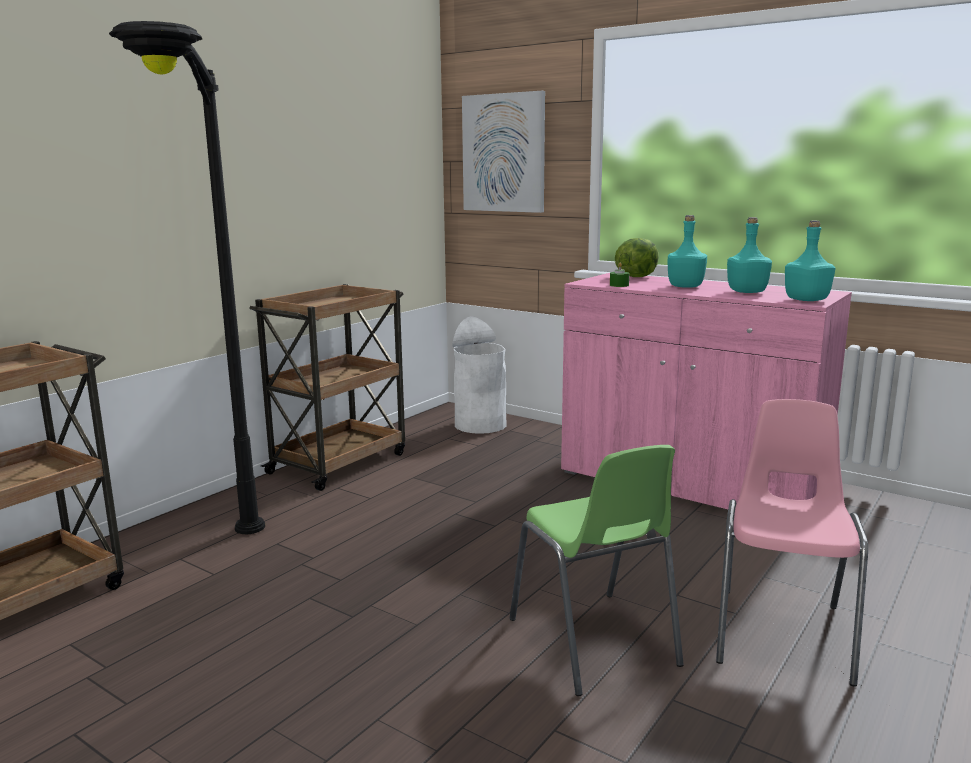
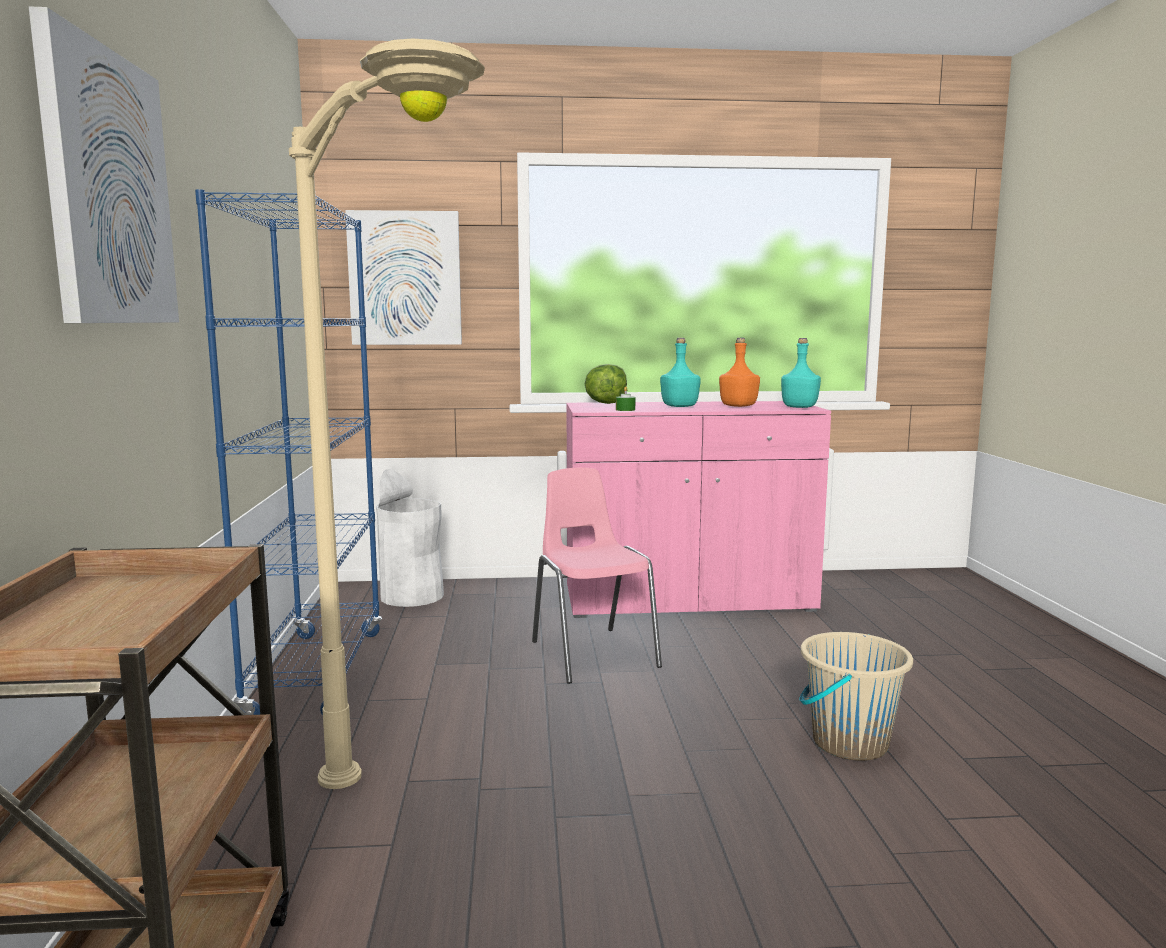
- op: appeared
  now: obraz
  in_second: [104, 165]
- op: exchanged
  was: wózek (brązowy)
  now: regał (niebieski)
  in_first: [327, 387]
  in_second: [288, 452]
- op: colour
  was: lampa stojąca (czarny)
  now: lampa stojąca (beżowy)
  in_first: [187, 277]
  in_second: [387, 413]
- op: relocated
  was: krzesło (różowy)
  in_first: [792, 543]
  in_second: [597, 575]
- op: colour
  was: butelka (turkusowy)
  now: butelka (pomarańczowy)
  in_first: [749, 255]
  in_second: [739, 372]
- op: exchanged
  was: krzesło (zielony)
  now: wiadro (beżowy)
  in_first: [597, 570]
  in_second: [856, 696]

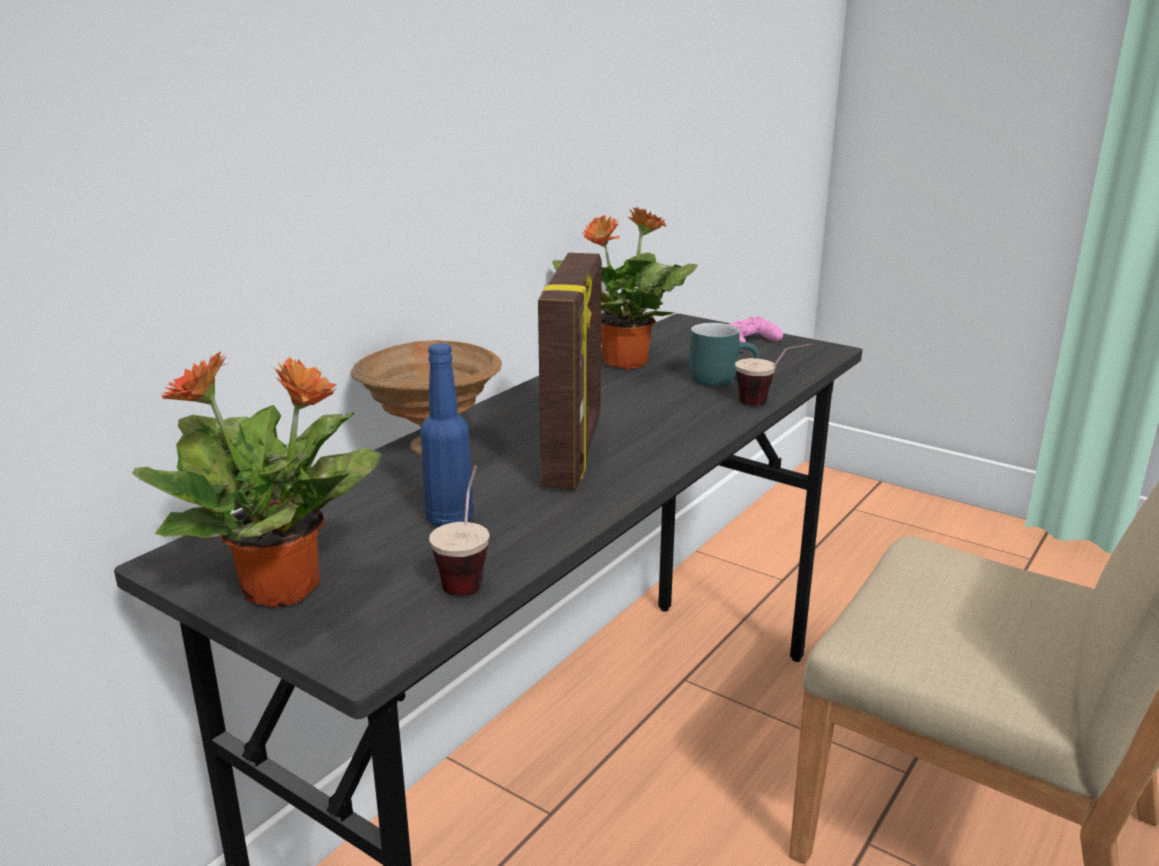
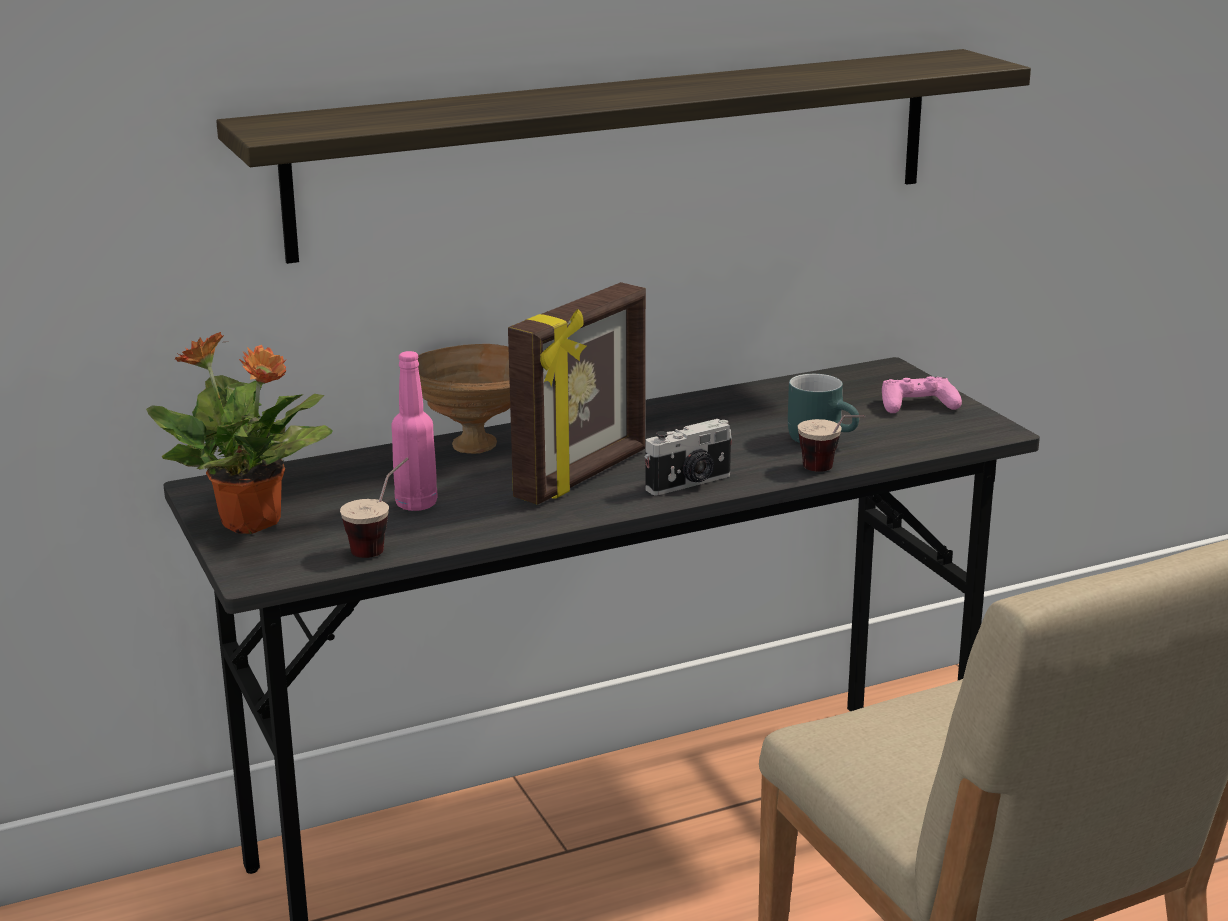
- op: appeared
  now: półka
  in_second: [623, 156]
- op: colour
  was: butelka (niebieski)
  now: butelka (różowy)
  in_first: [447, 435]
  in_second: [414, 431]
- op: appeared
  now: aparat fotograficzny
  in_second: [688, 457]
- op: missing
  was: roślina doniczkowa
  in_first: [625, 287]

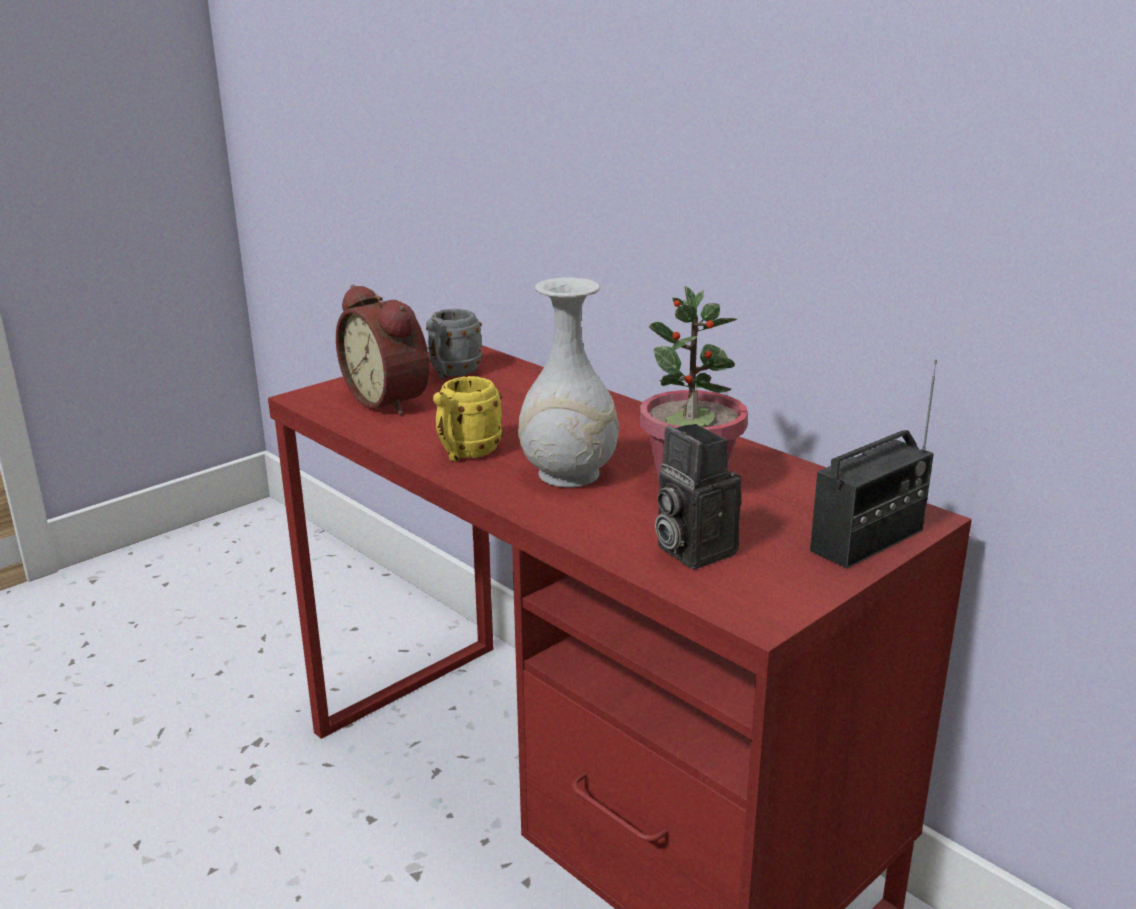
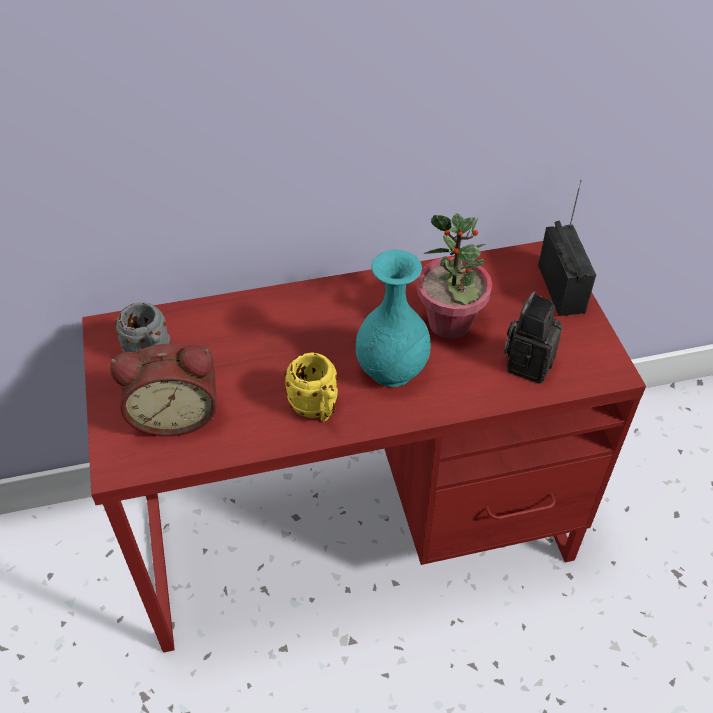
- op: colour
  was: wazon (biały)
  now: wazon (turkusowy)
  in_first: [568, 382]
  in_second: [393, 318]
- op: spun
  was: aparat fotograficzny
  in_first: [698, 496]
  in_second: [533, 337]
  clockwise: 120

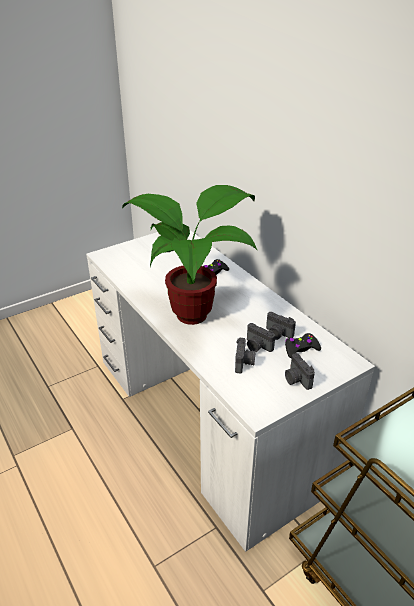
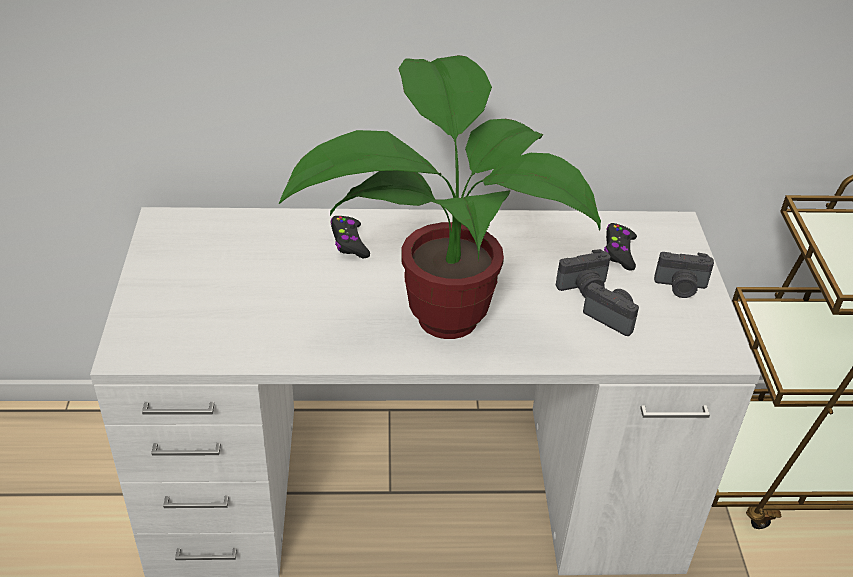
- op: missing
  was: aparat fotograficzny
  in_first: [281, 326]

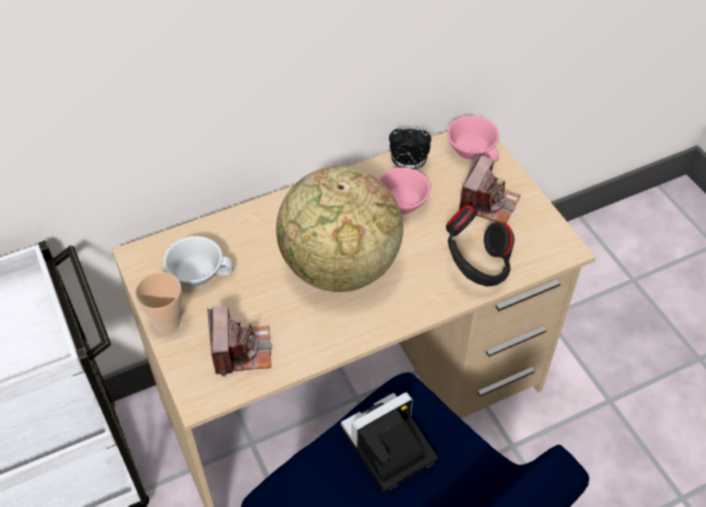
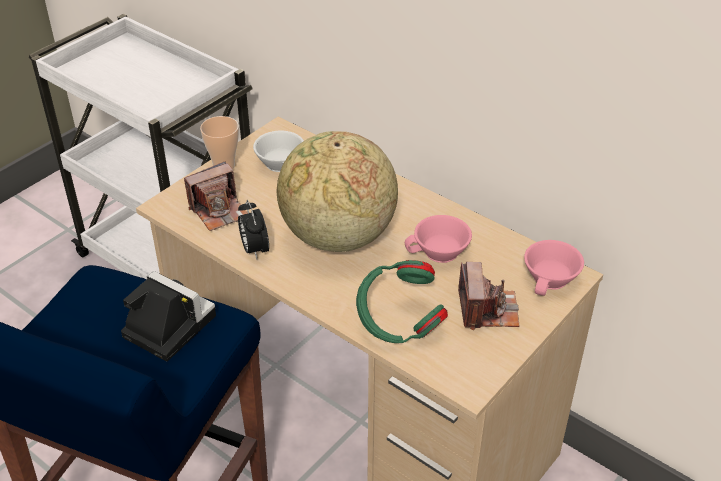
- op: relocated
  was: budzik
  in_first: [410, 147]
  in_second: [253, 229]
- op: colour
  was: słuchawki (czarny)
  now: słuchawki (zielony)
  in_first: [480, 245]
  in_second: [402, 301]
- op: spun
  was: aparat fotograficzny
  in_first: [490, 189]
  in_second: [489, 296]
  clockwise: -90

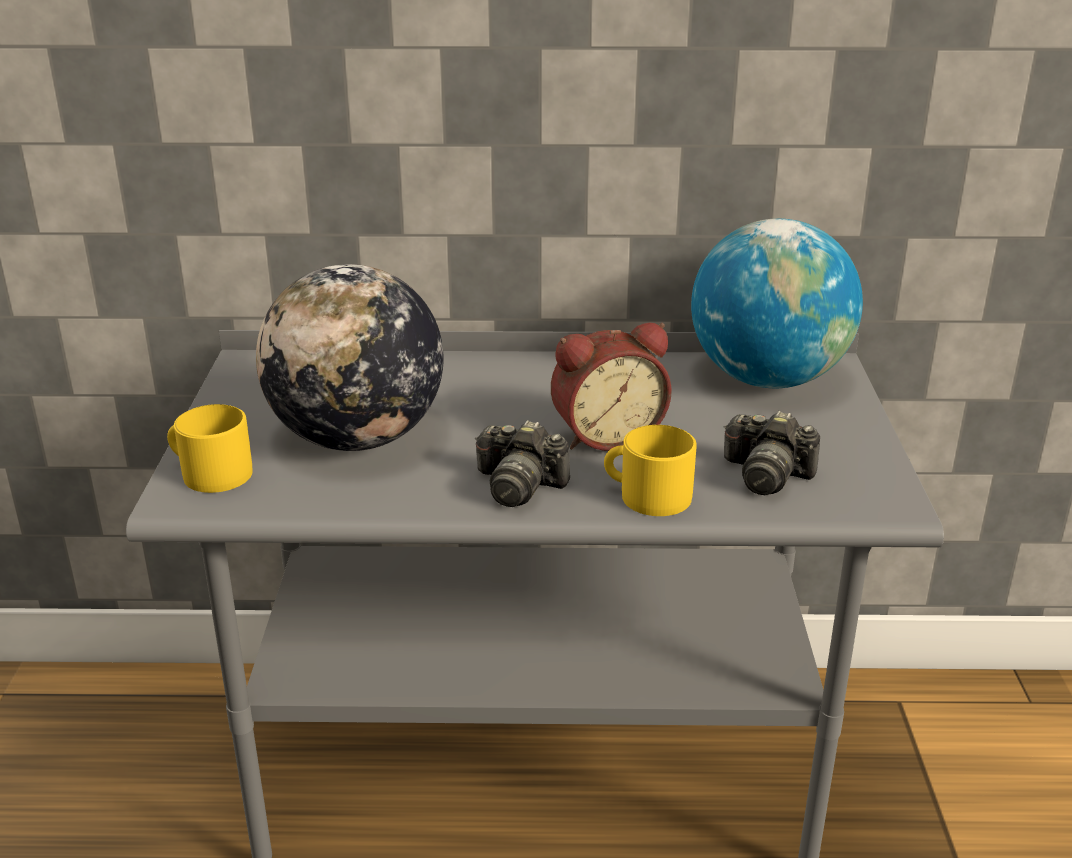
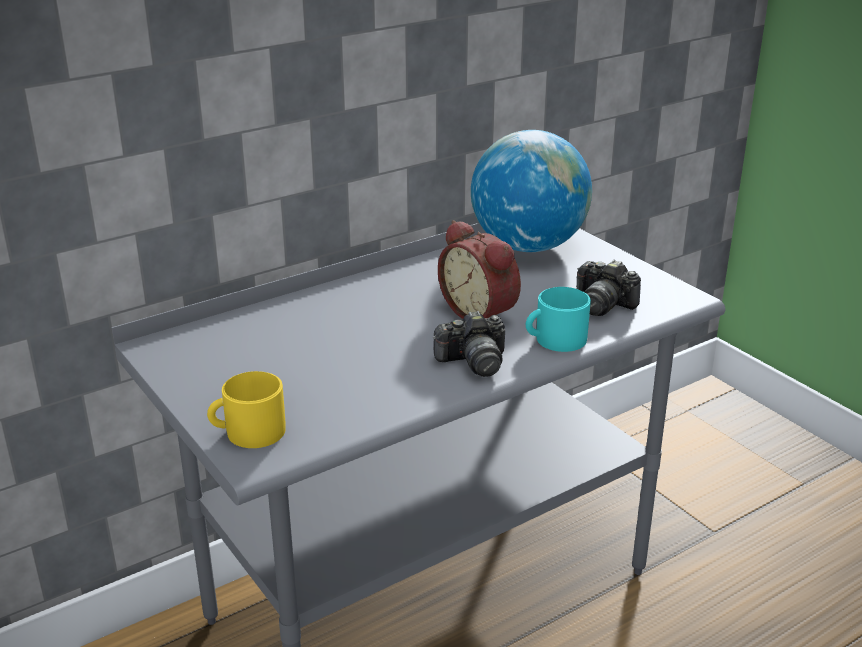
- op: spun
  was: budzik
  in_first: [611, 387]
  in_second: [479, 269]
  clockwise: 105
- op: colour
  was: kubek (żółty)
  now: kubek (turkusowy)
  in_first: [650, 470]
  in_second: [558, 319]
- op: spun
  was: aparat fotograficzny
  in_first: [771, 453]
  in_second: [609, 288]
  clockwise: 45
- op: missing
  was: globus
  in_first: [350, 357]

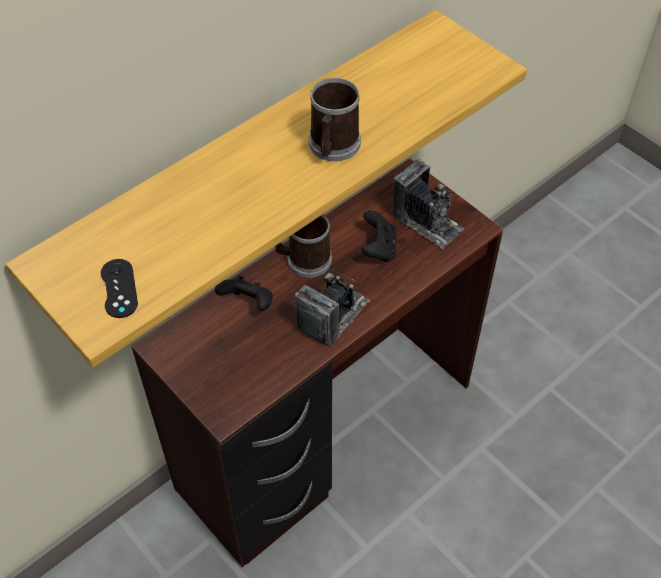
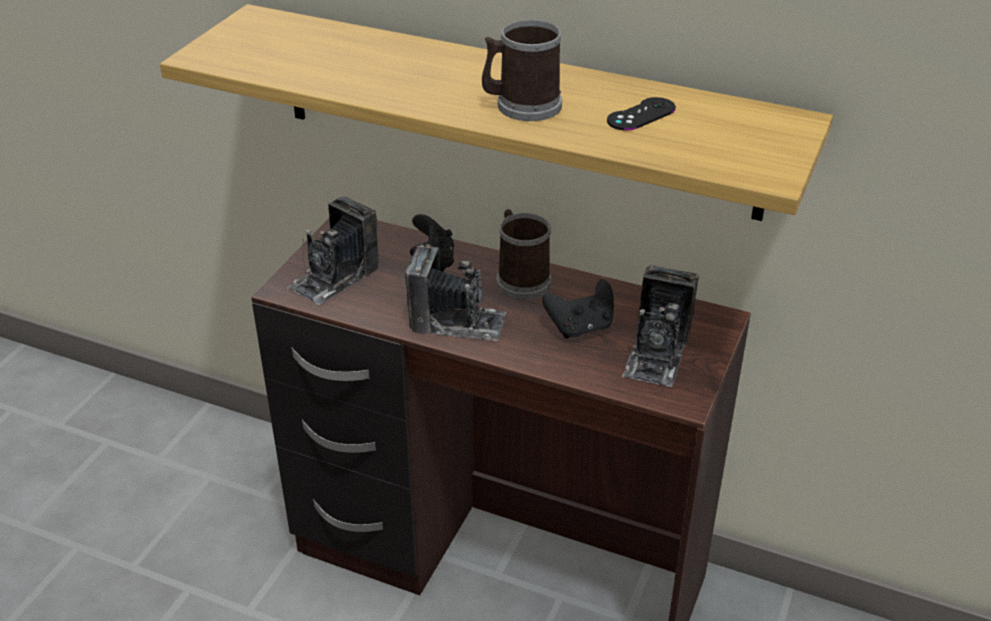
- op: appeared
  now: aparat fotograficzny
  in_second: [332, 250]
- op: relocated
  was: pad do gier (czarny)
  in_first: [119, 288]
  in_second: [641, 114]

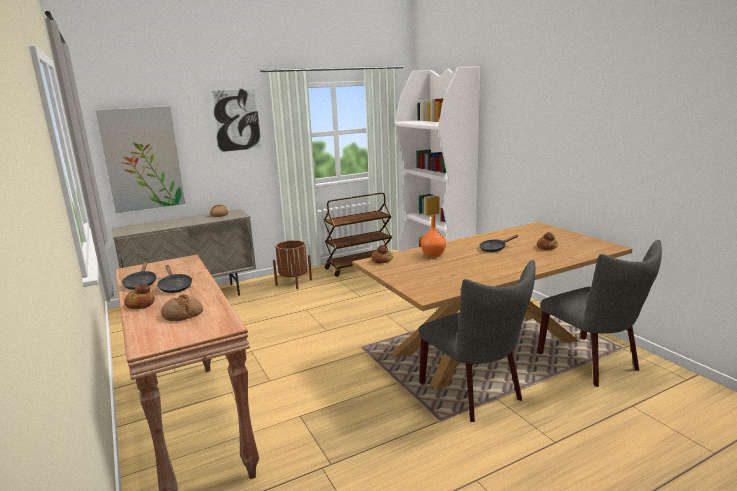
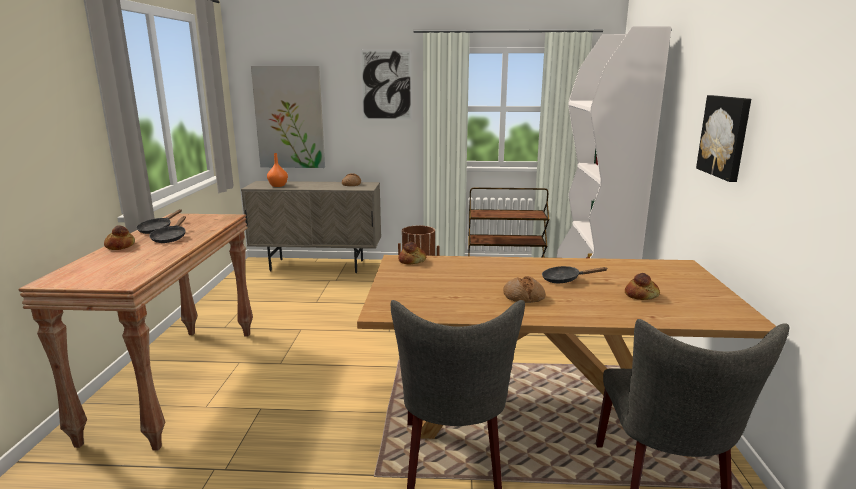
- op: relocated
  was: wazon (pomarańczowy)
  in_first: [433, 236]
  in_second: [277, 170]
- op: relocated
  was: chleb
  in_first: [182, 307]
  in_second: [524, 289]
- op: appeared
  now: obraz
  in_second: [723, 138]

